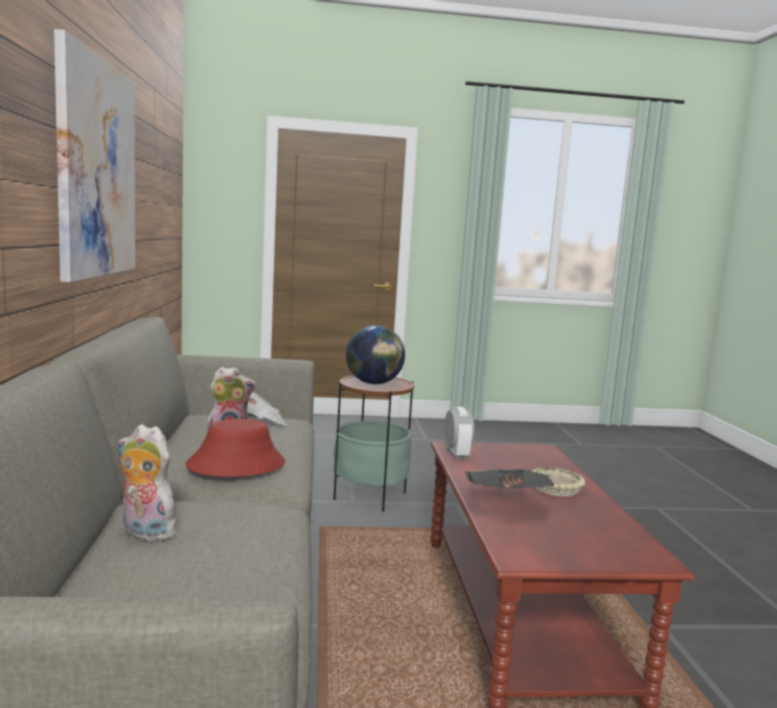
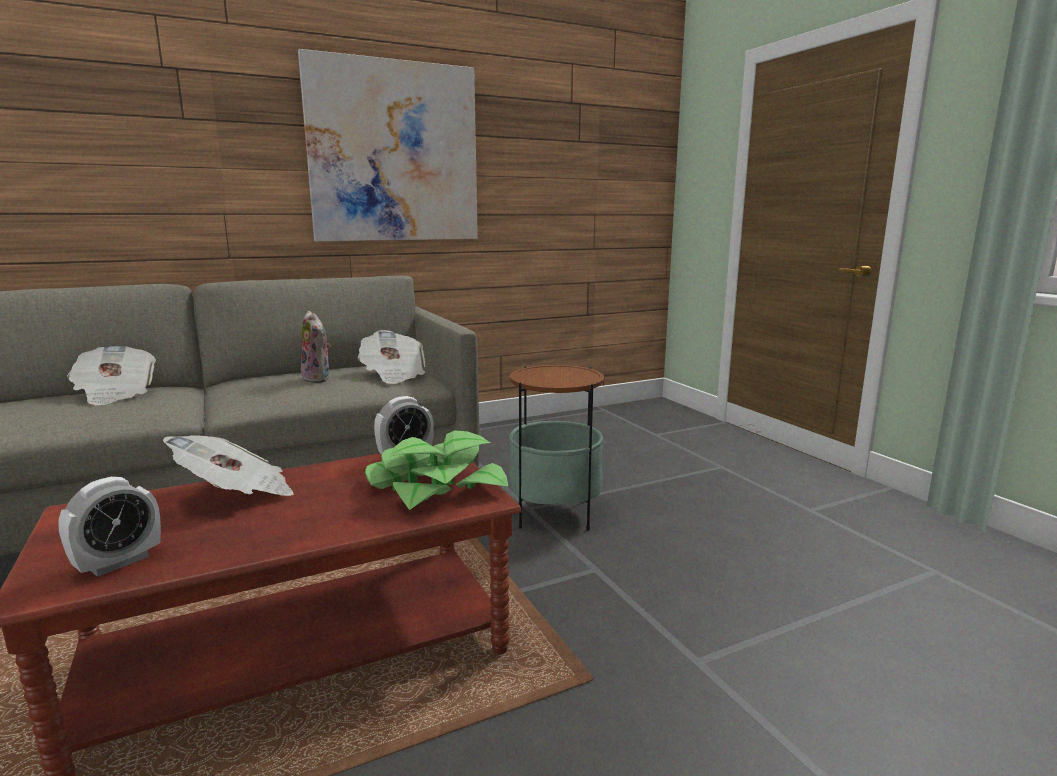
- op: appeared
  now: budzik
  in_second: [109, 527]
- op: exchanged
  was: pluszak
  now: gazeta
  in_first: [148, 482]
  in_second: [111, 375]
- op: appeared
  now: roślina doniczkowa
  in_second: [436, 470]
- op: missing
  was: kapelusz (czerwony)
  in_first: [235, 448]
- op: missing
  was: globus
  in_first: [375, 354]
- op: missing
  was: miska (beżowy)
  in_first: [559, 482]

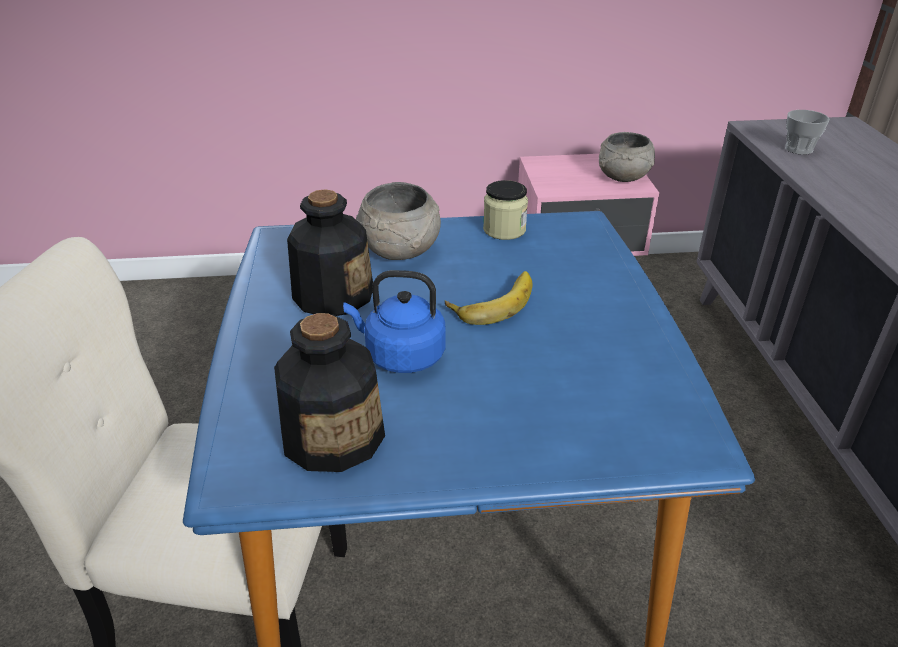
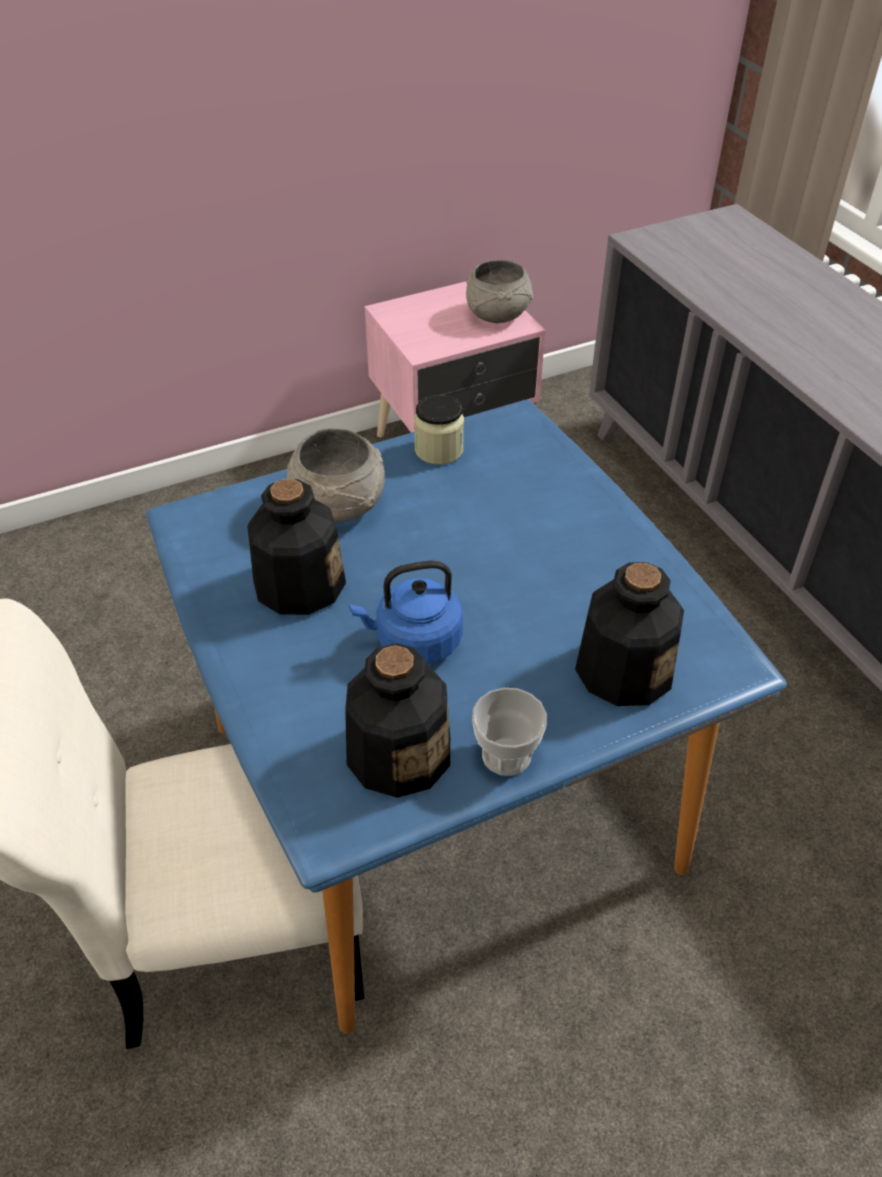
- op: relocated
  was: filiżanka
  in_first: [807, 132]
  in_second: [509, 732]
- op: appeared
  now: butelka
  in_second: [629, 634]
- op: missing
  was: banan
  in_first: [488, 298]

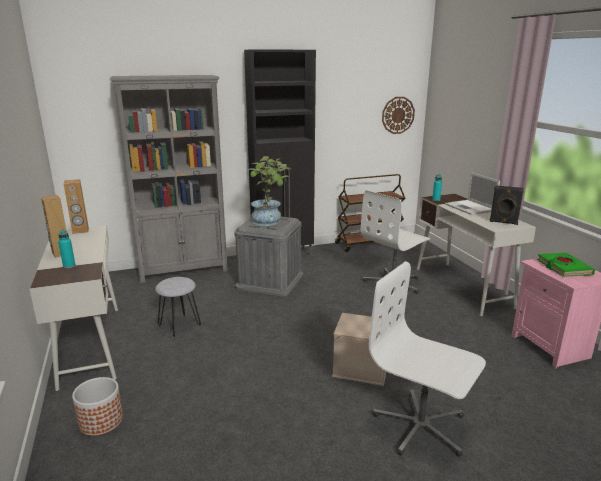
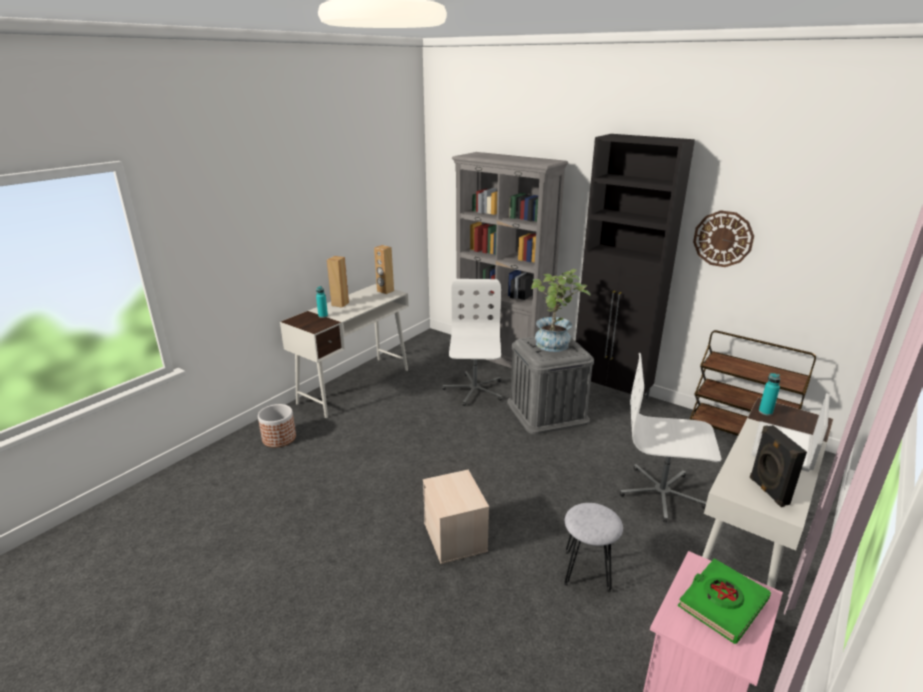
- op: relocated
  was: krzesło biurowe (biały)
  in_first: [427, 359]
  in_second: [472, 342]
- op: relocated
  was: stołek (szary)
  in_first: [178, 307]
  in_second: [593, 547]
- op: relocated
  was: zegar ścienny
  in_first: [398, 115]
  in_second: [723, 238]

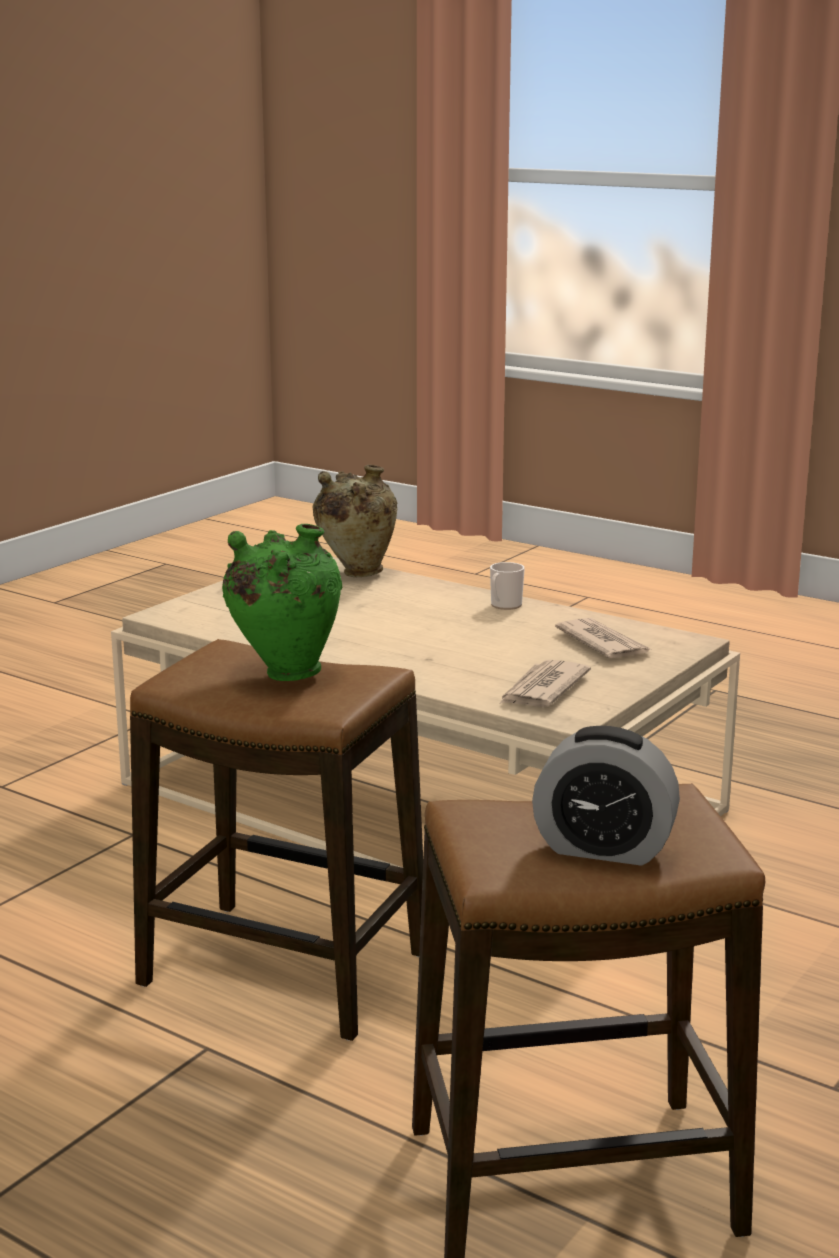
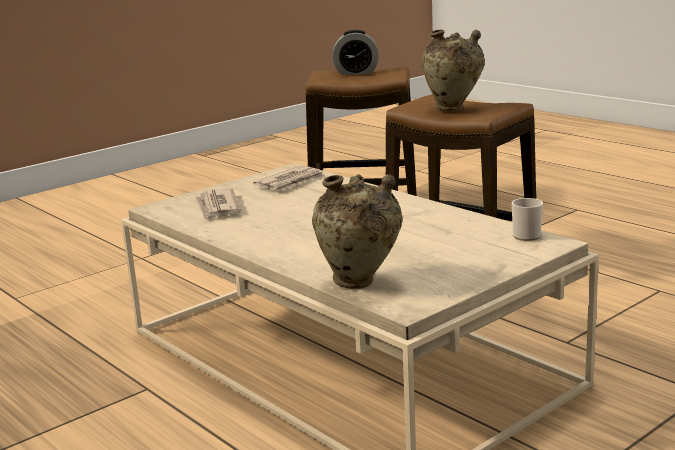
- op: spun
  was: budzik
  in_first: [606, 796]
  in_second: [356, 52]
  clockwise: 150
- op: colour
  was: wazon (zielony)
  now: wazon (beżowy)
  in_first: [282, 602]
  in_second: [453, 70]
- op: relocated
  was: kubek
  in_first: [507, 586]
  in_second: [527, 219]

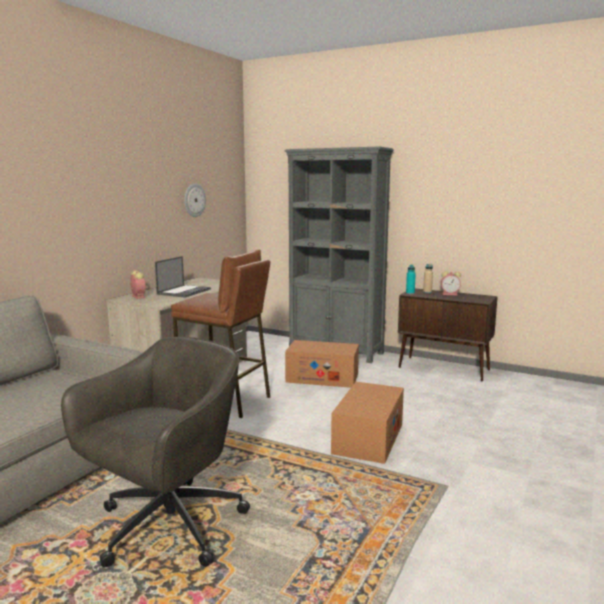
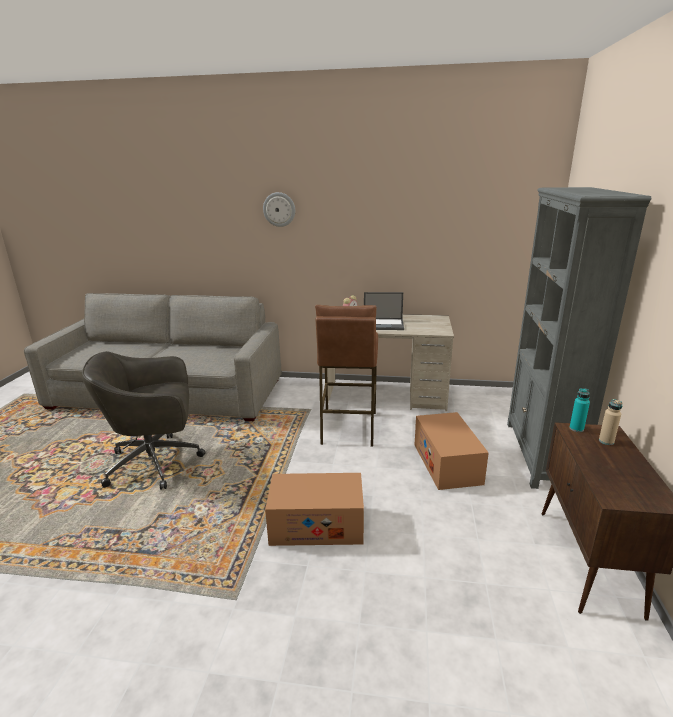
- op: spun
  was: krzesło biurowe (szary)
  in_first: [155, 452]
  in_second: [143, 420]
  clockwise: 150
- op: relocated
  was: zegar ścienny
  in_first: [195, 200]
  in_second: [279, 209]
- op: missing
  was: budzik
  in_first: [451, 283]

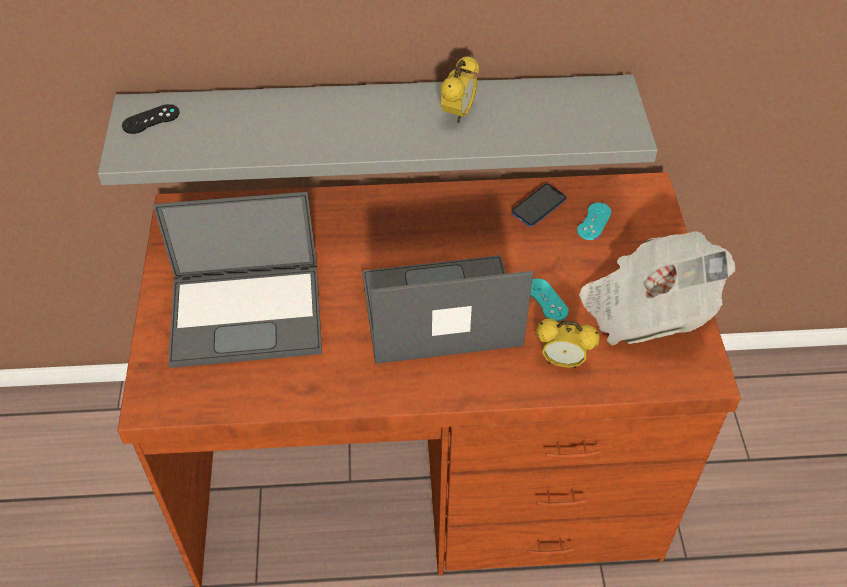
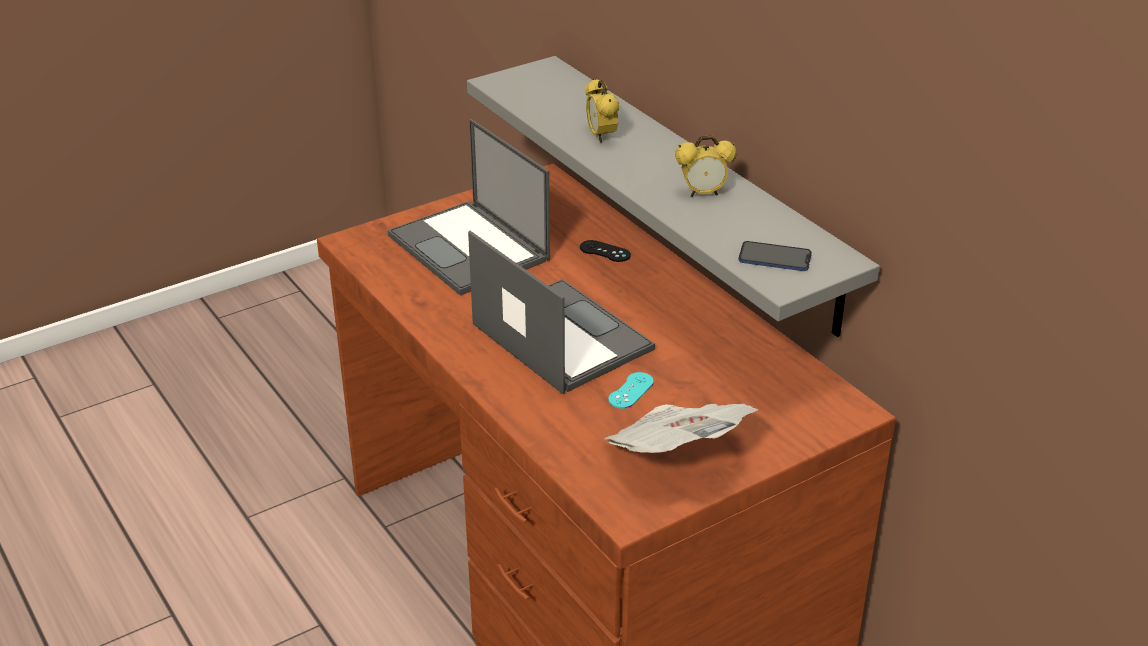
- op: relocated
  was: pad do gier (czarny)
  in_first: [150, 119]
  in_second: [605, 251]
- op: relocated
  was: budzik
  in_first: [568, 344]
  in_second: [602, 111]
- op: relocated
  was: telefon
  in_first: [538, 205]
  in_second: [775, 256]
- op: missing
  was: pad do gier (turkusowy)
  in_first: [594, 221]

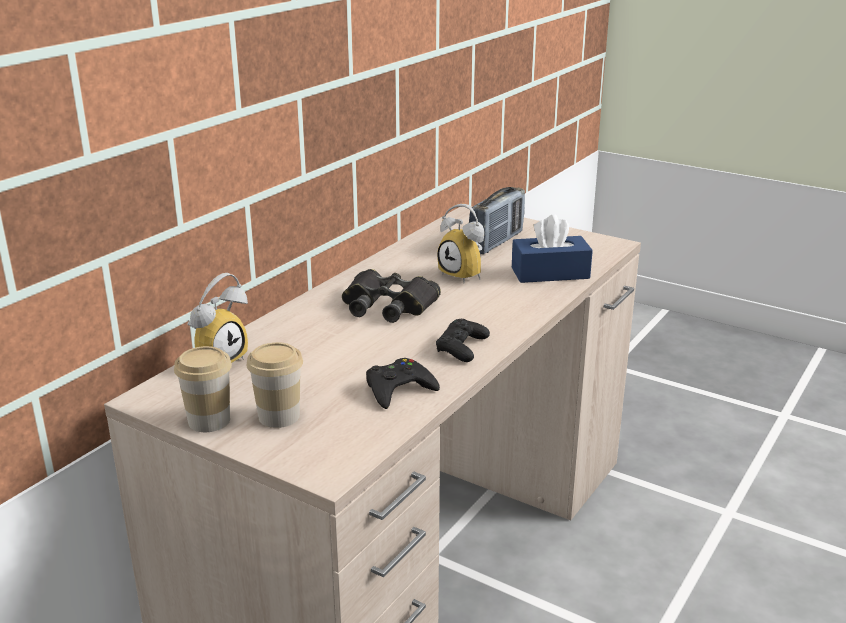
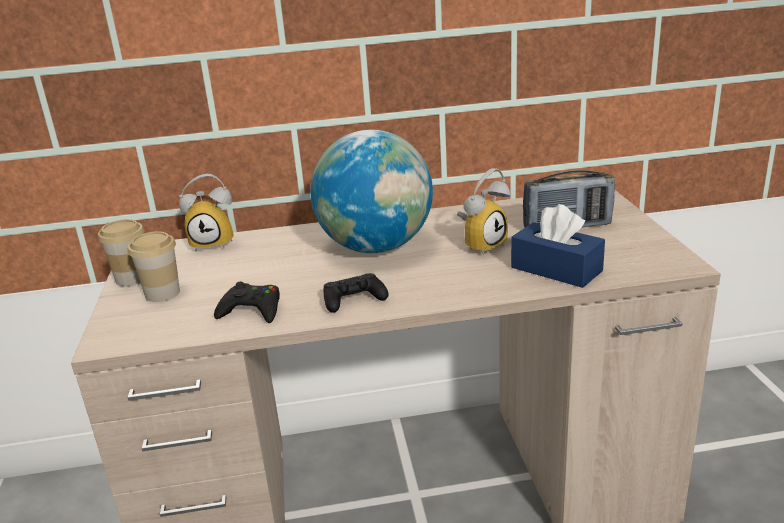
- op: exchanged
  was: lornetka (czarny)
  now: globus
  in_first: [391, 296]
  in_second: [371, 191]
- op: spun
  was: budzik
  in_first: [460, 243]
  in_second: [483, 212]
  clockwise: -135

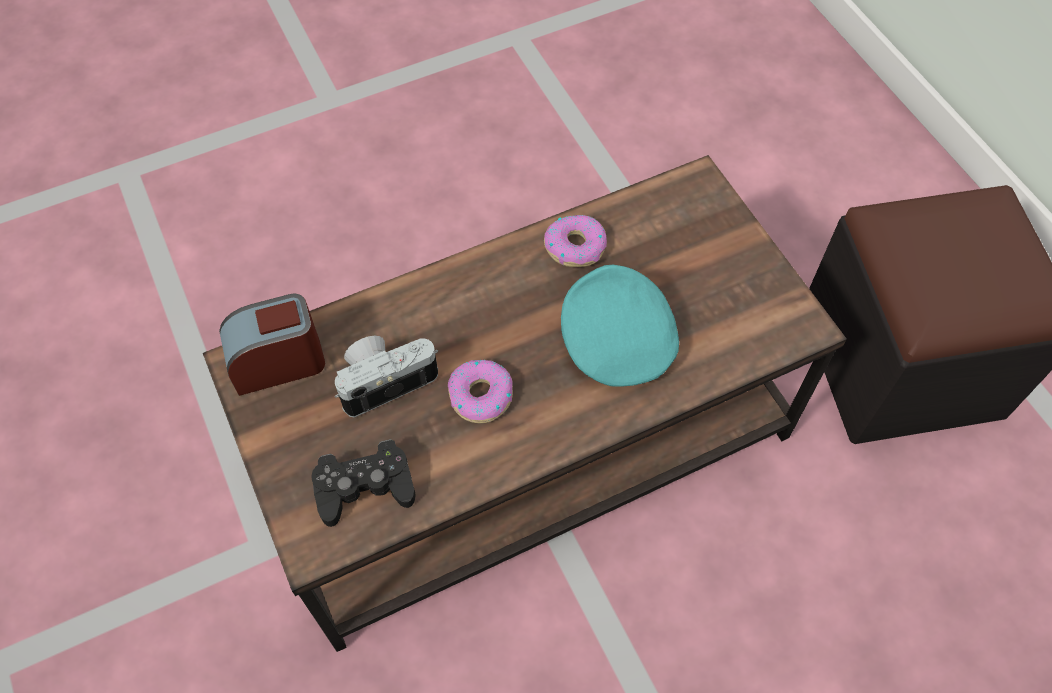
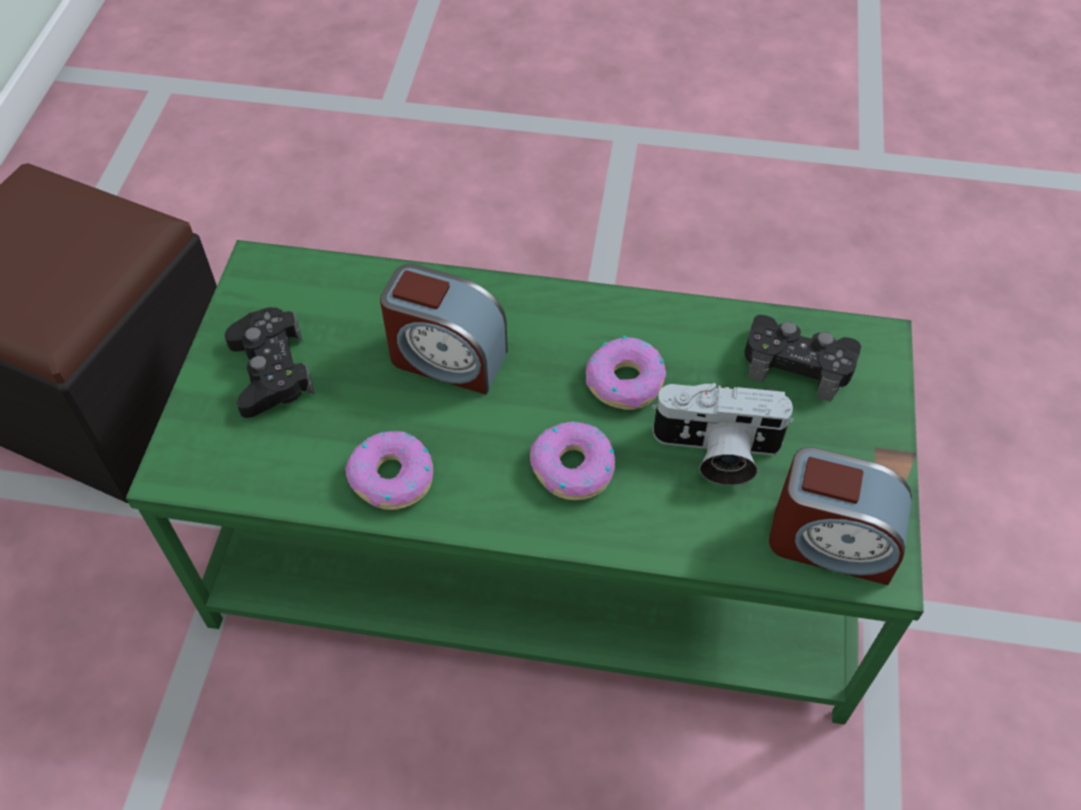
- op: colour
  was: ława (brązowy)
  now: ława (zielony)
  in_first: [525, 403]
  in_second: [525, 482]
- op: appeared
  now: pad do gier (czarny)
  in_second: [270, 362]
- op: exchanged
  was: czapka z daszkiem (turkusowy)
  now: budzik
  in_first: [620, 326]
  in_second: [444, 329]
- op: appeared
  now: donut
  in_second: [573, 461]

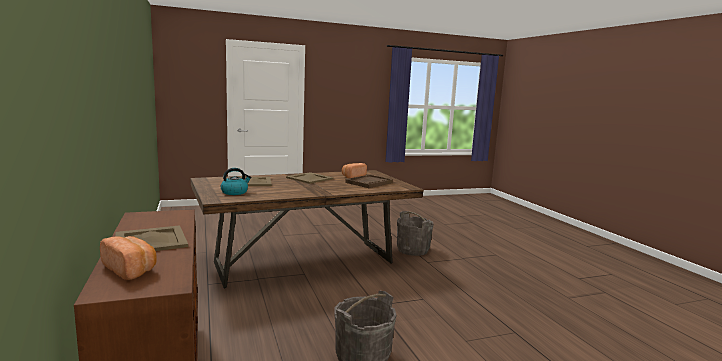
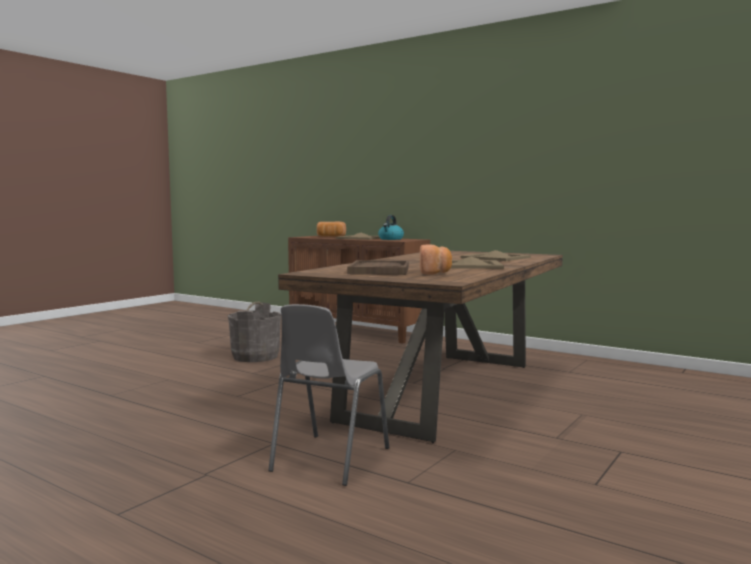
- op: exchanged
  was: wiadro (szary)
  now: krzesło (szary)
  in_first: [415, 233]
  in_second: [328, 395]
- op: relocated
  was: czajnik
  in_first: [235, 181]
  in_second: [391, 227]

